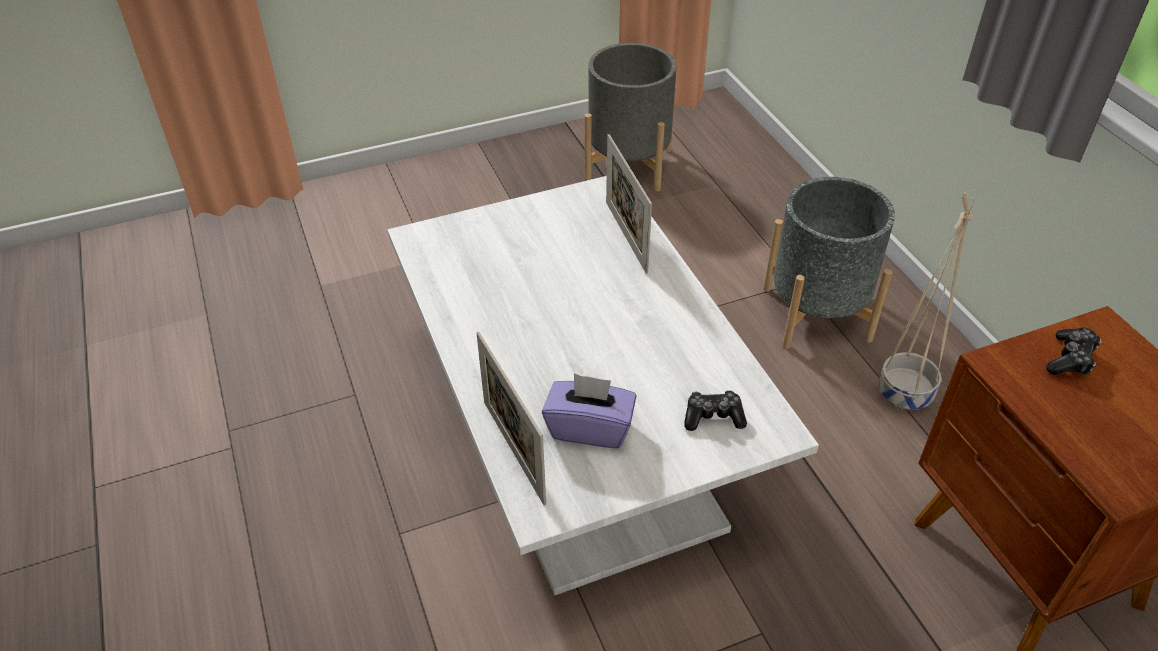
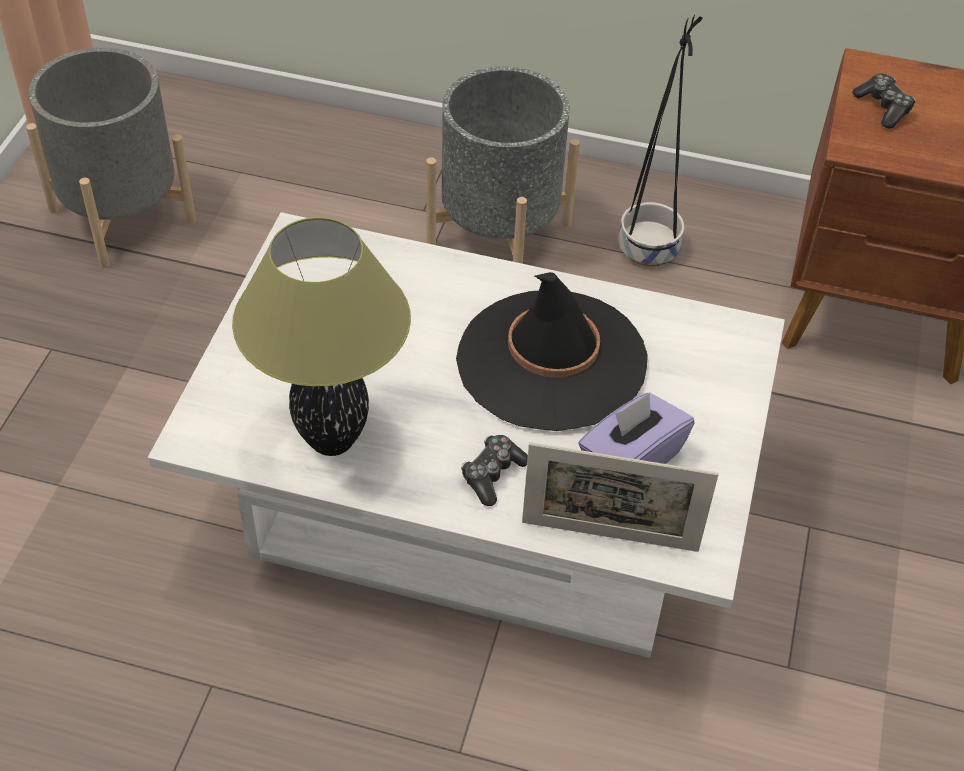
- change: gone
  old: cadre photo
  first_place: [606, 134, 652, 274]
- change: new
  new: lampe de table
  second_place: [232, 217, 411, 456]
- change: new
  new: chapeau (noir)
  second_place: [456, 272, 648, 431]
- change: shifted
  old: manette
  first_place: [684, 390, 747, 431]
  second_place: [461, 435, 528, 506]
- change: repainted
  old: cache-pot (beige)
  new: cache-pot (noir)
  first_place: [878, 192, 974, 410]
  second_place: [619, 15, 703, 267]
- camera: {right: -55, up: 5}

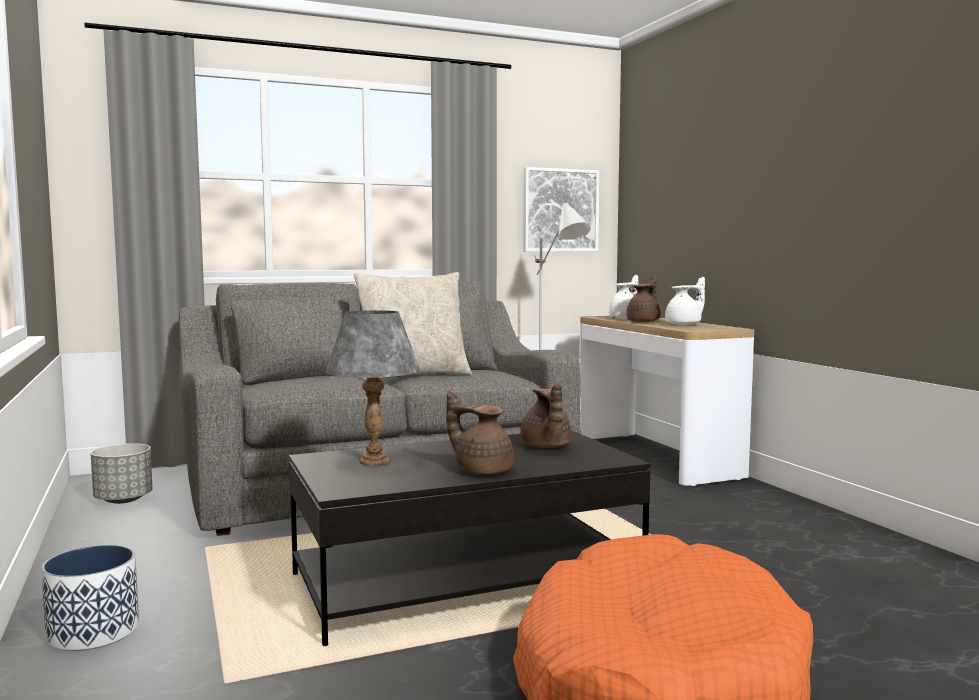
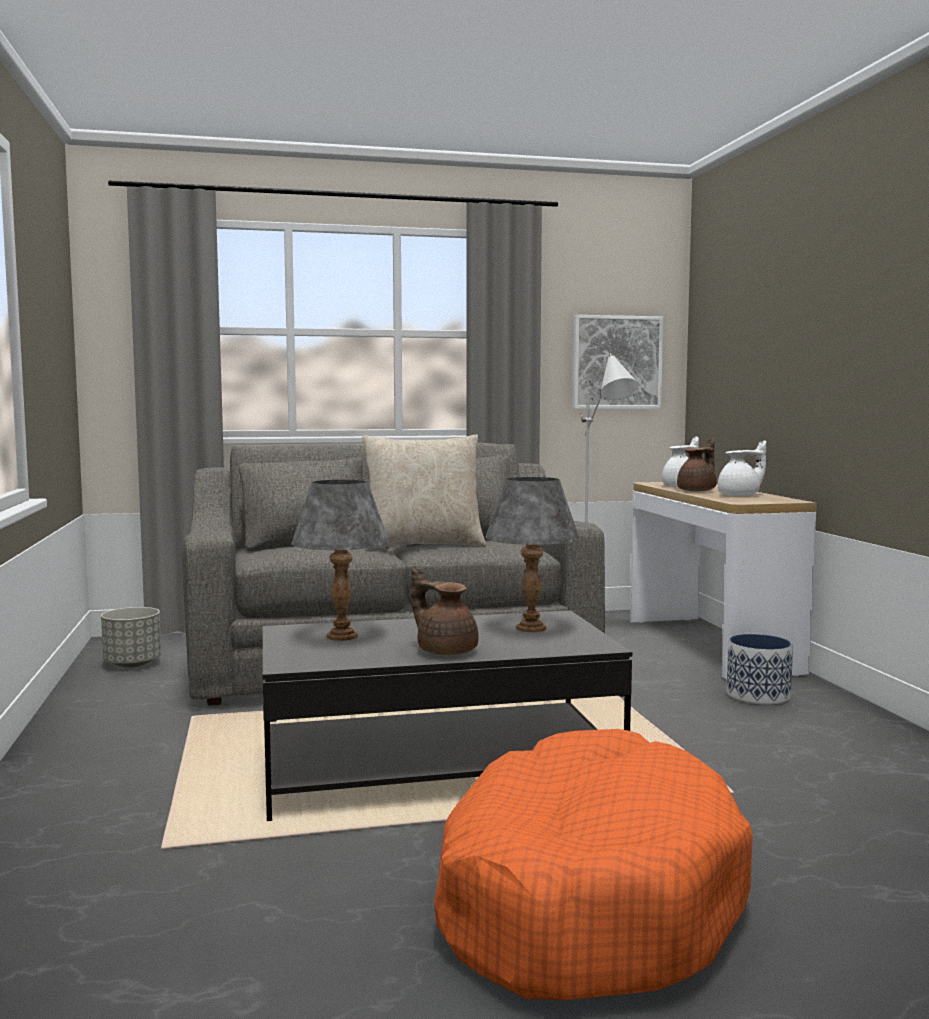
- change: shifted
  old: cache-pot
  first_place: [41, 545, 139, 651]
  second_place: [727, 634, 793, 705]
- change: swapped
  old: théière (marron)
  new: lampe de table (gris)
  first_place: [520, 383, 571, 448]
  second_place: [485, 477, 579, 632]
- camera: {right: 10, up: 0}

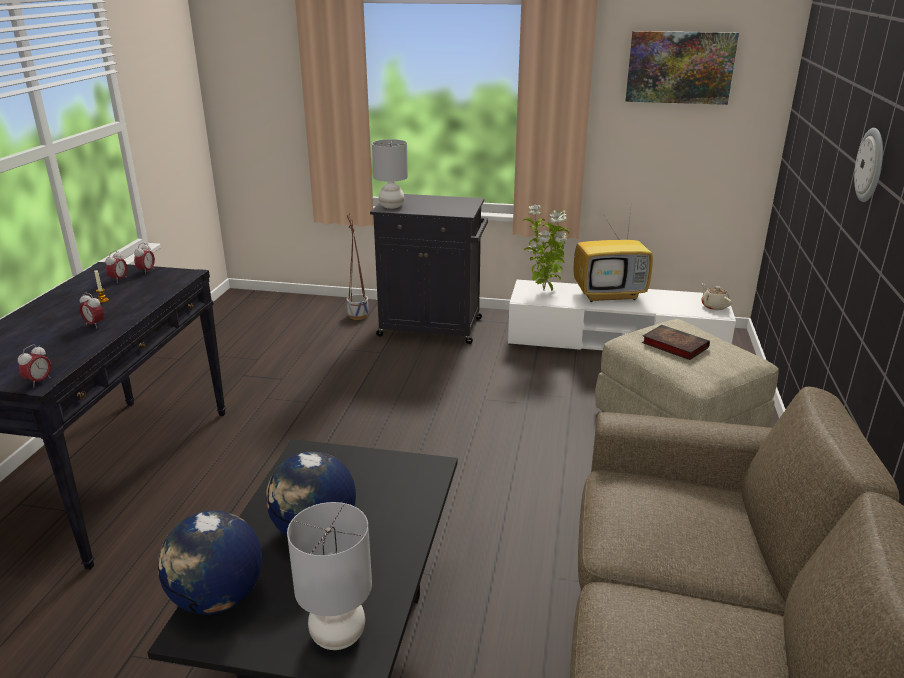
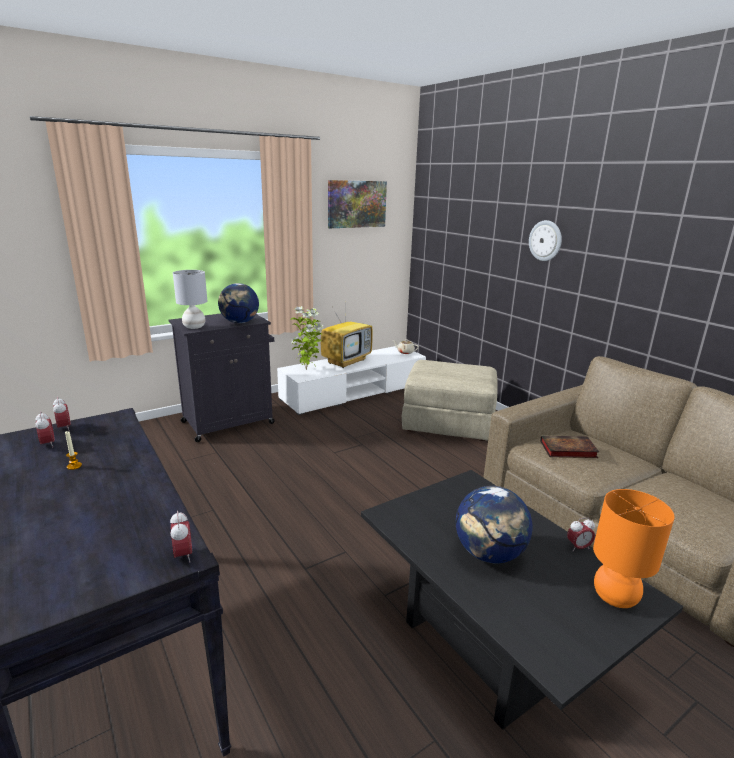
- change: gone
  old: cache-pot
  first_place: [347, 213, 369, 320]
- change: shifted
  old: réveil
  first_place: [80, 292, 104, 328]
  second_place: [567, 517, 595, 551]
- change: shifted
  old: globe
  first_place: [158, 510, 262, 614]
  second_place: [218, 283, 259, 323]
- change: shifted
  old: livre
  first_place: [642, 325, 710, 360]
  second_place: [540, 435, 599, 458]
- change: repainted
  old: lampe de table (gris)
  new: lampe de table (orange)
  first_place: [287, 502, 372, 650]
  second_place: [593, 489, 675, 608]
- camera: {right: -45, up: -5}

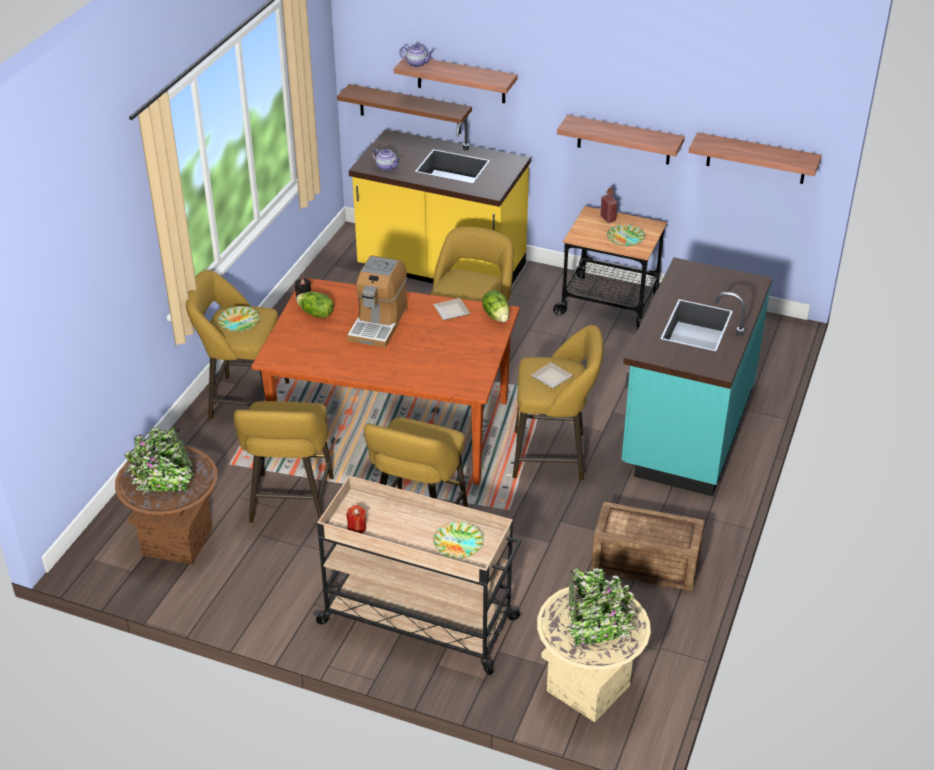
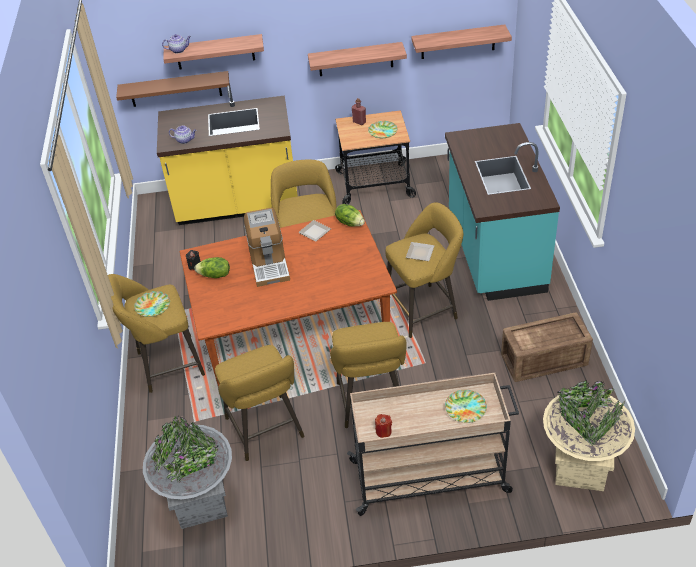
- change: repainted
  old: cache-pot (marron)
  new: cache-pot (gris)
  first_place: [115, 427, 218, 565]
  second_place: [143, 416, 232, 529]
- camera: {right: -25, up: 5}

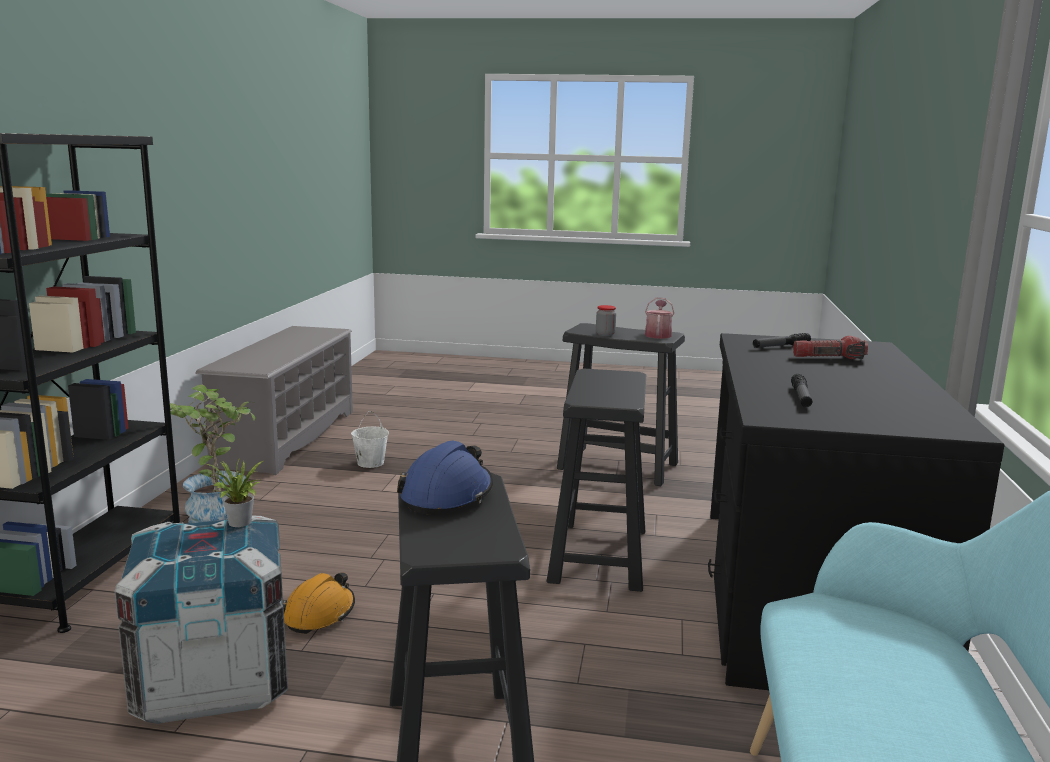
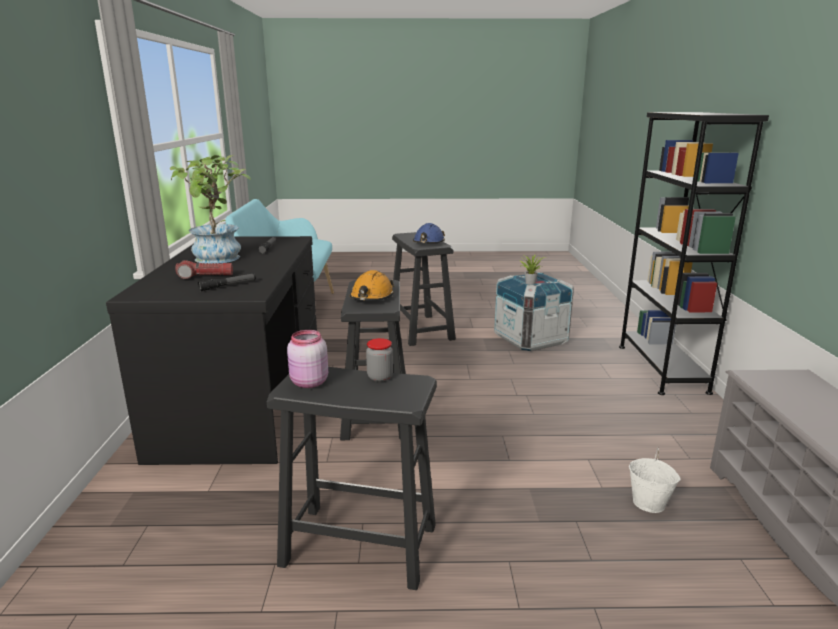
- change: shifted
  old: plante en pot
  first_place: [170, 384, 255, 523]
  second_place: [170, 155, 251, 263]
- change: shifted
  old: casque de chantier (orange)
  first_place: [283, 573, 355, 634]
  second_place: [350, 270, 394, 300]
- change: swapped
  old: arrosoir
  new: bocal (rose)
  first_place: [645, 298, 674, 339]
  second_place: [287, 330, 328, 388]
- camera: {right: 170, up: 5}

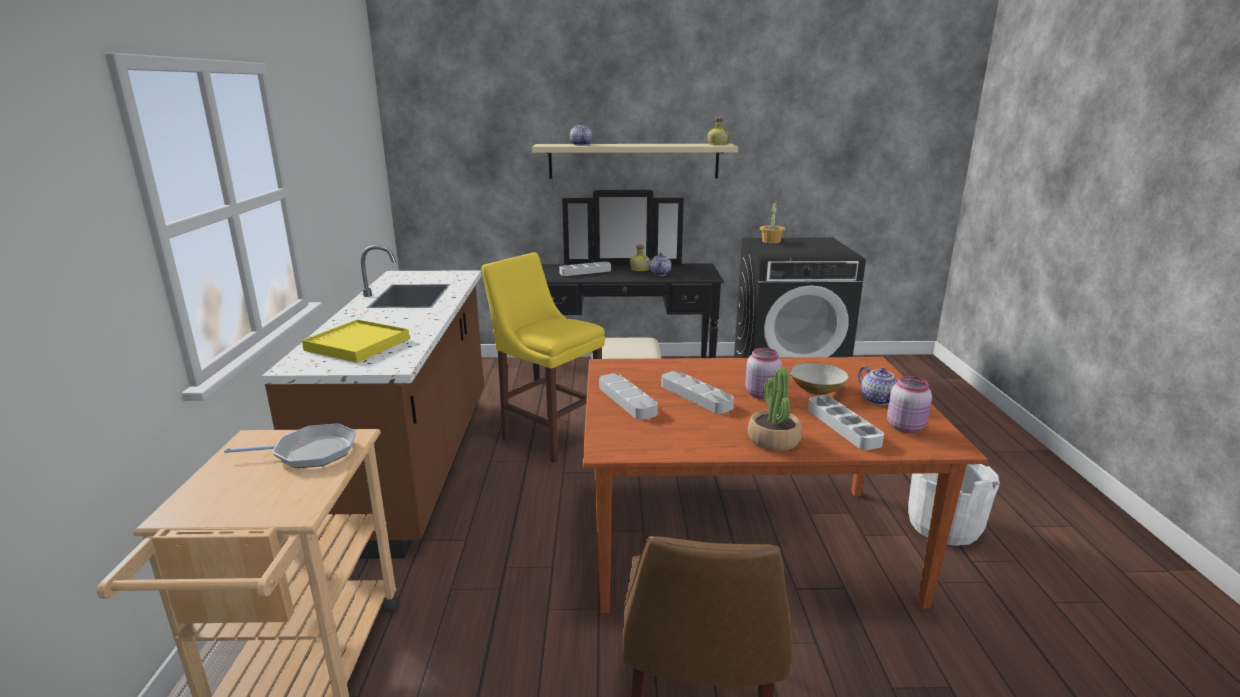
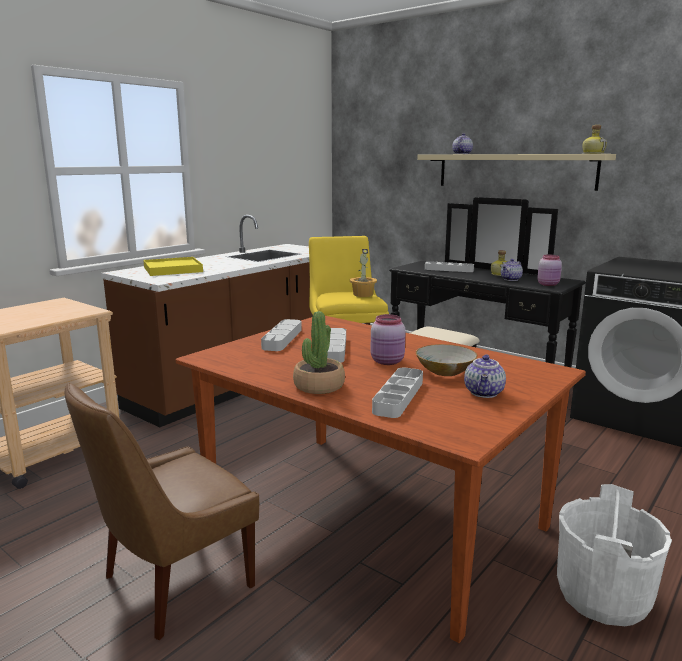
- change: gone
  old: poêle
  first_place: [224, 424, 356, 468]
- change: shifted
  old: plante en pot
  first_place: [760, 199, 785, 244]
  second_place: [350, 249, 377, 297]
- change: shifted
  old: bocal (rose)
  first_place: [887, 376, 932, 433]
  second_place: [537, 255, 562, 286]
- camera: {right: 40, up: -5}

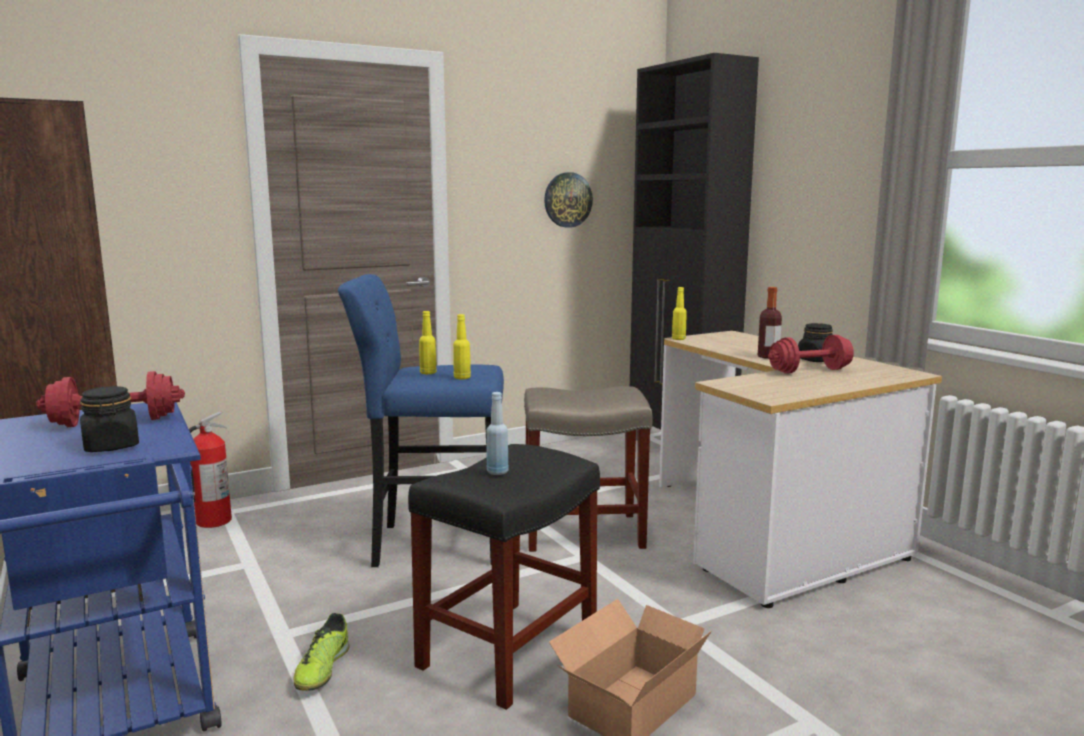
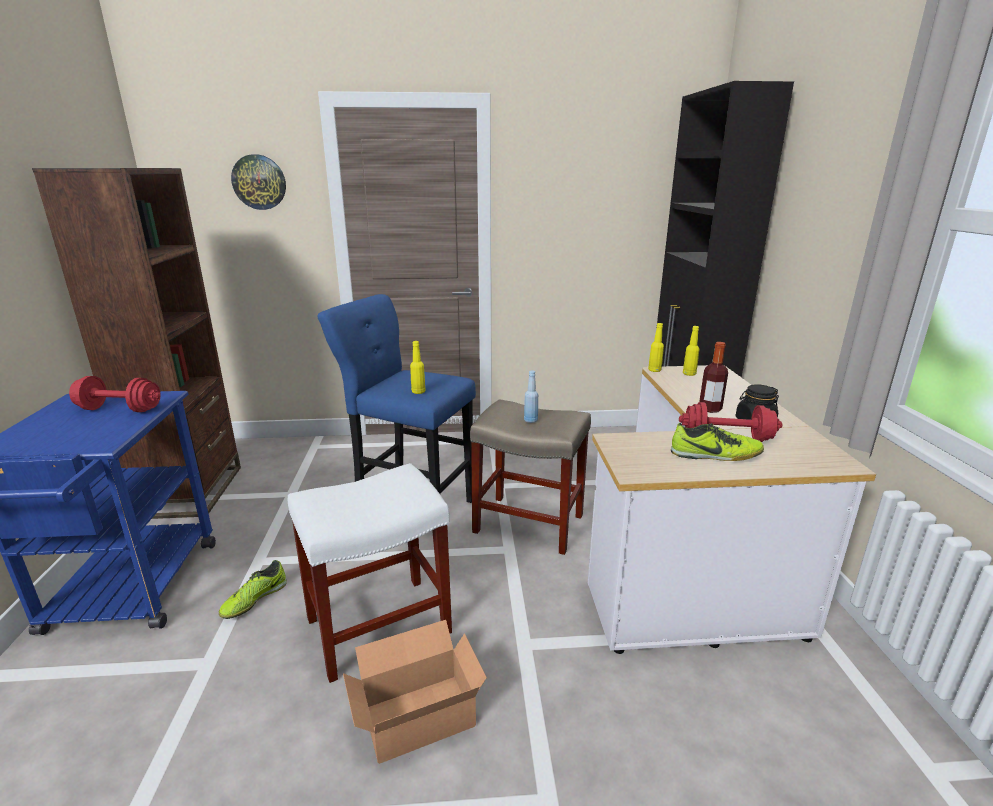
- change: gone
  old: bocal (noir)
  first_place: [80, 386, 139, 452]
- change: gone
  old: extincteur
  first_place: [189, 411, 232, 528]
- change: new
  new: chaussure
  second_place: [671, 423, 764, 461]
- change: shifted
  old: bouteille (jaune)
  first_place: [419, 311, 437, 374]
  second_place: [683, 326, 700, 376]
- change: shifted
  old: bouteille (bleu)
  first_place: [486, 392, 509, 475]
  second_place: [524, 370, 538, 423]
- change: shifted
  old: horloge murale
  first_place: [544, 172, 593, 228]
  second_place: [231, 154, 286, 210]
- change: repainted
  old: tabouret (noir)
  new: tabouret (blanc)
  first_place: [408, 444, 600, 710]
  second_place: [288, 463, 452, 683]
- camera: {right: 25, up: 10}

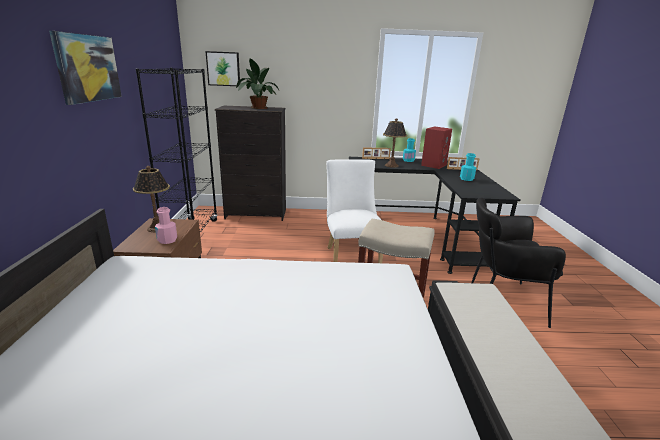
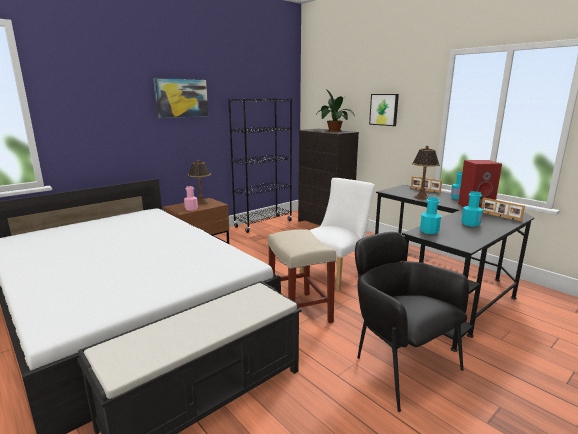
- change: new
  new: bouteille (turquoise)
  second_place: [420, 197, 441, 234]
- change: shifted
  old: tableau
  first_place: [205, 51, 240, 86]
  second_place: [369, 94, 399, 126]
- camera: {right: 50, up: -5}

